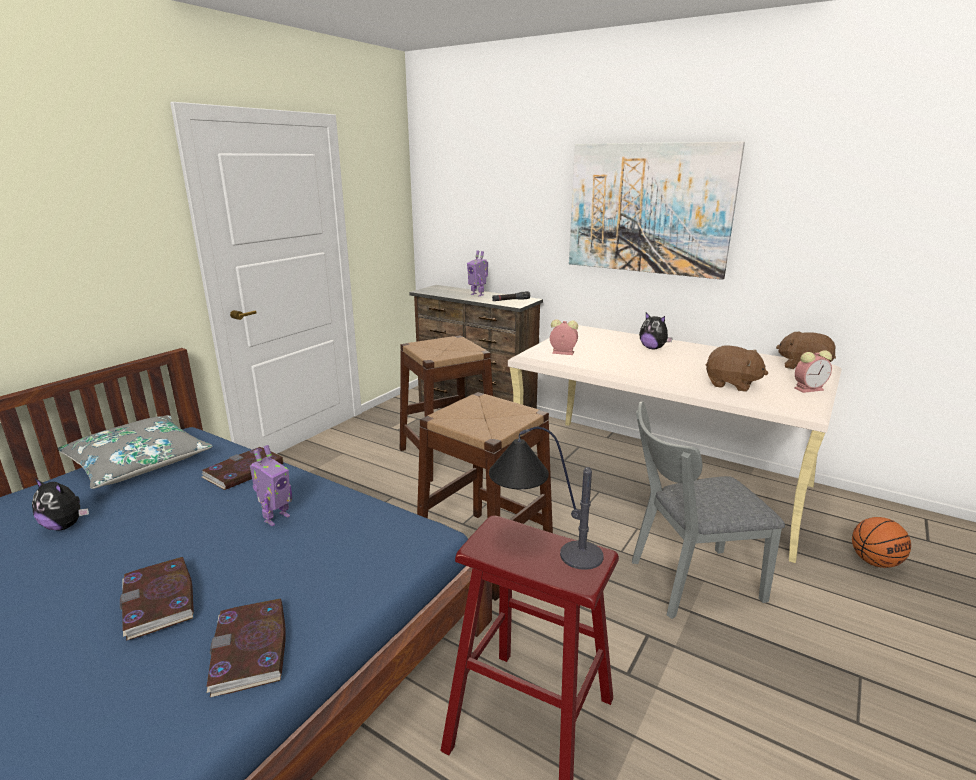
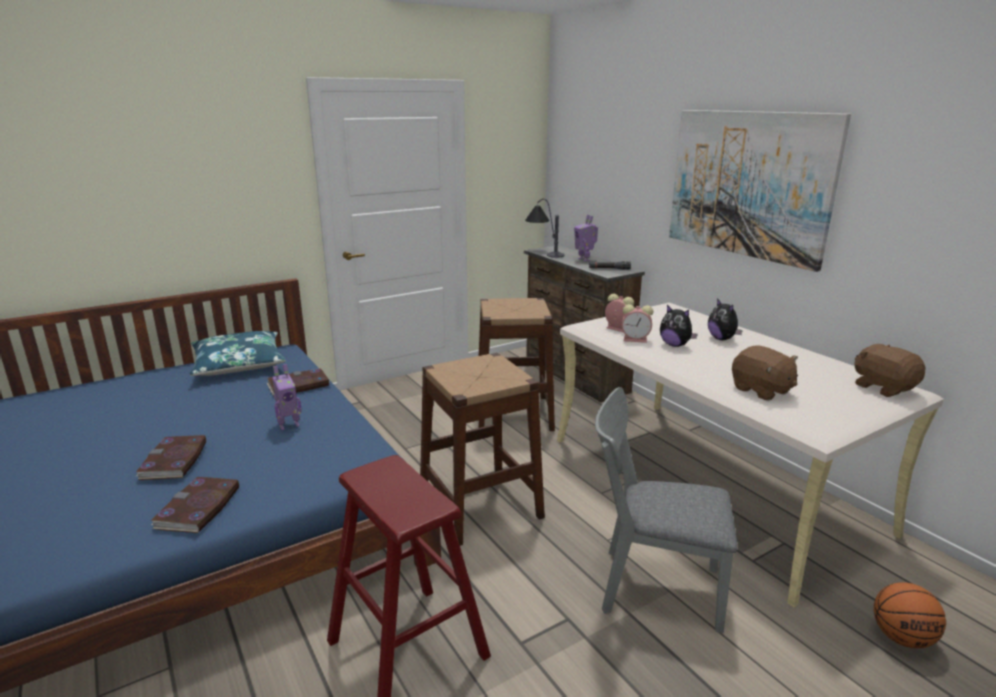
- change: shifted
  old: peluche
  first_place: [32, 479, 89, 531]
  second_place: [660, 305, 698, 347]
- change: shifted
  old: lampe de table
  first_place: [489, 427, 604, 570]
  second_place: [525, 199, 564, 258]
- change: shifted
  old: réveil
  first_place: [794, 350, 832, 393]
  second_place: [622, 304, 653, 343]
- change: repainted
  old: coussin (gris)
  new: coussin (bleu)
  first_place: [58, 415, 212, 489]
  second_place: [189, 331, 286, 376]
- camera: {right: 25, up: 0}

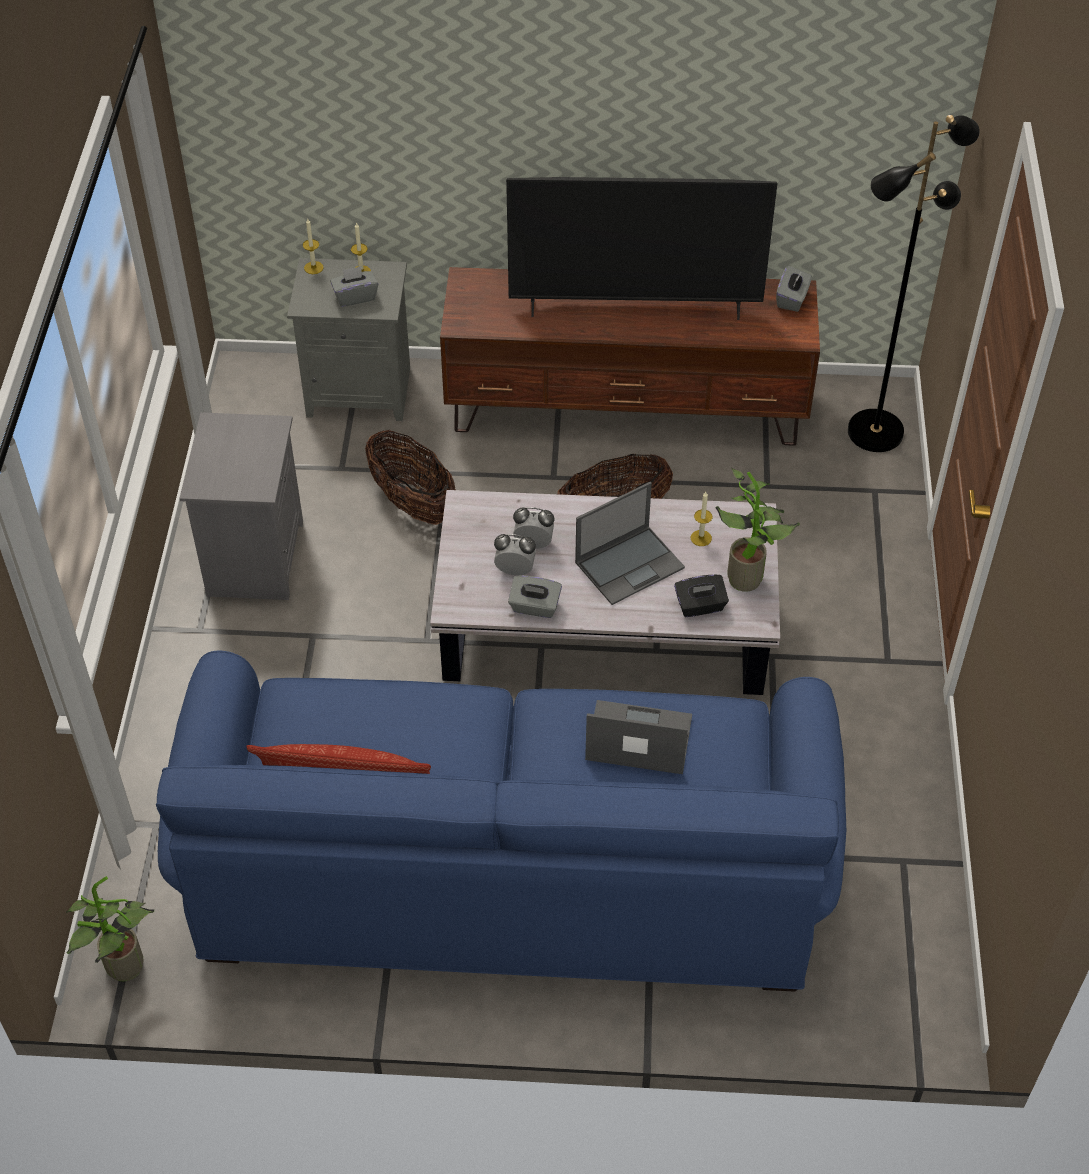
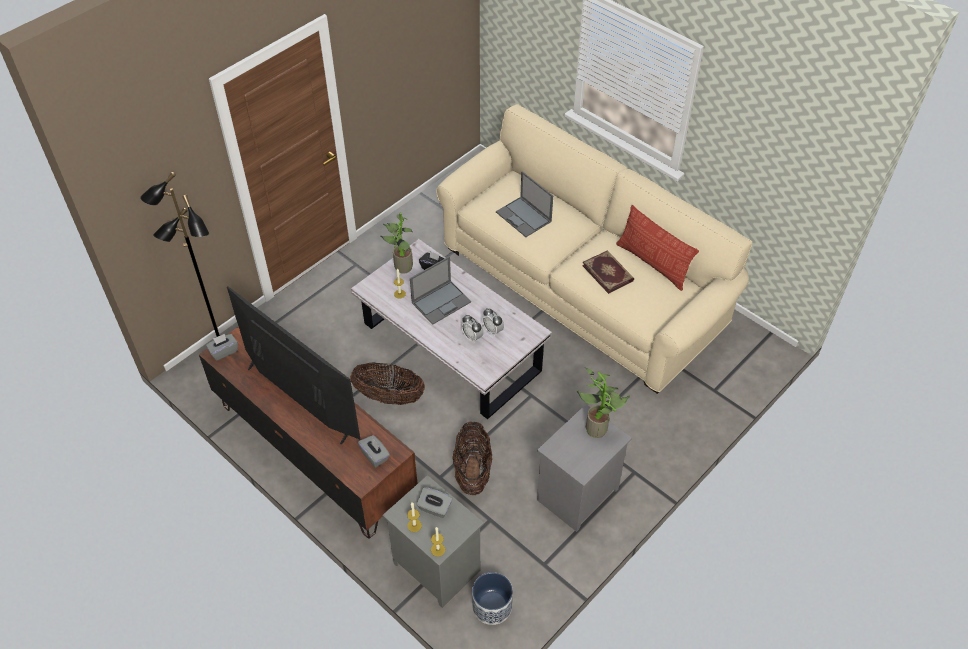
- change: new
  new: cache-pot
  second_place: [472, 572, 513, 625]
- change: new
  new: livre
  second_place: [582, 250, 634, 294]
- change: shifted
  old: plante en pot
  first_place: [66, 876, 154, 982]
  second_place: [577, 368, 630, 438]
- change: shifted
  old: boîte à mouchoirs (gris)
  first_place: [508, 575, 562, 618]
  second_place: [358, 435, 390, 468]
- change: repainted
  old: canapé (bleu)
  new: canapé (beige)
  first_place: [156, 651, 846, 992]
  second_place: [436, 104, 752, 394]
- change: rotated
  old: ordinateur portable
  first_place: [575, 482, 685, 605]
  second_place: [410, 256, 471, 325]
  degrees: 135
- camera: {right: -140, up: 0}

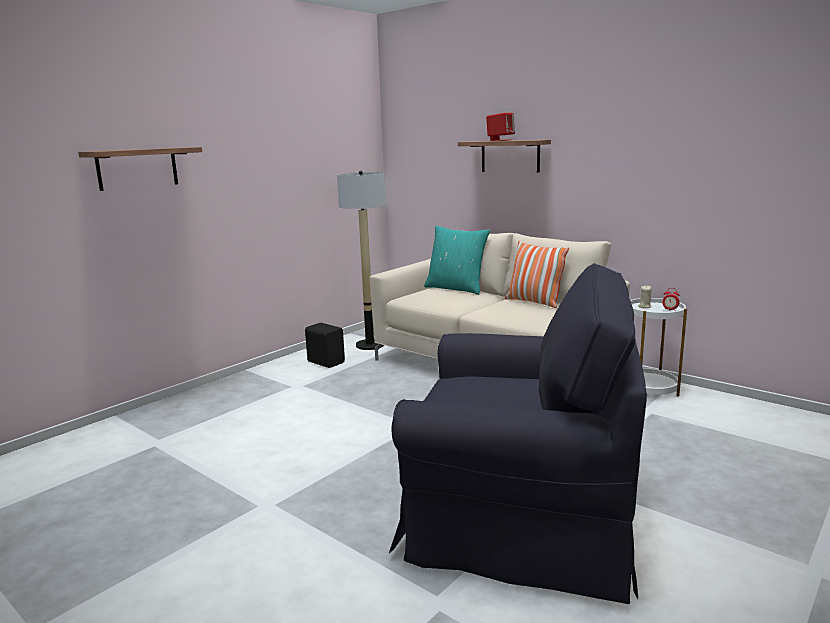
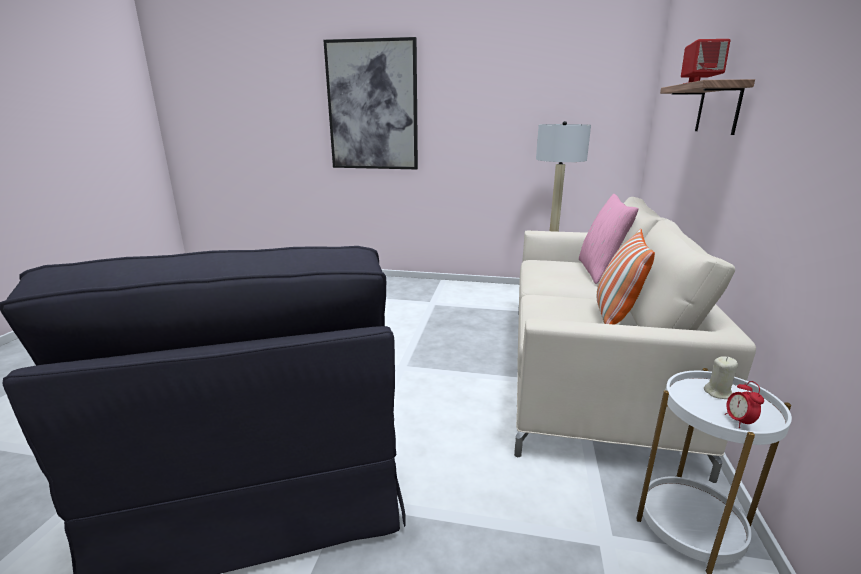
- change: gone
  old: enceinte (noir)
  first_place: [305, 323, 345, 368]
- change: swapped
  old: étagère
  new: tableau
  first_place: [78, 147, 202, 191]
  second_place: [324, 37, 418, 169]
- change: repainted
  old: coussin (turquoise)
  new: coussin (rose)
  first_place: [424, 226, 490, 295]
  second_place: [579, 194, 639, 284]
- camera: {right: 60, up: 5}

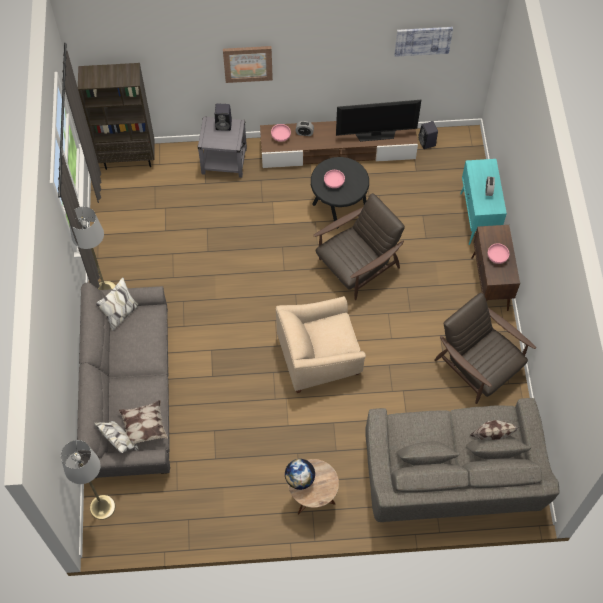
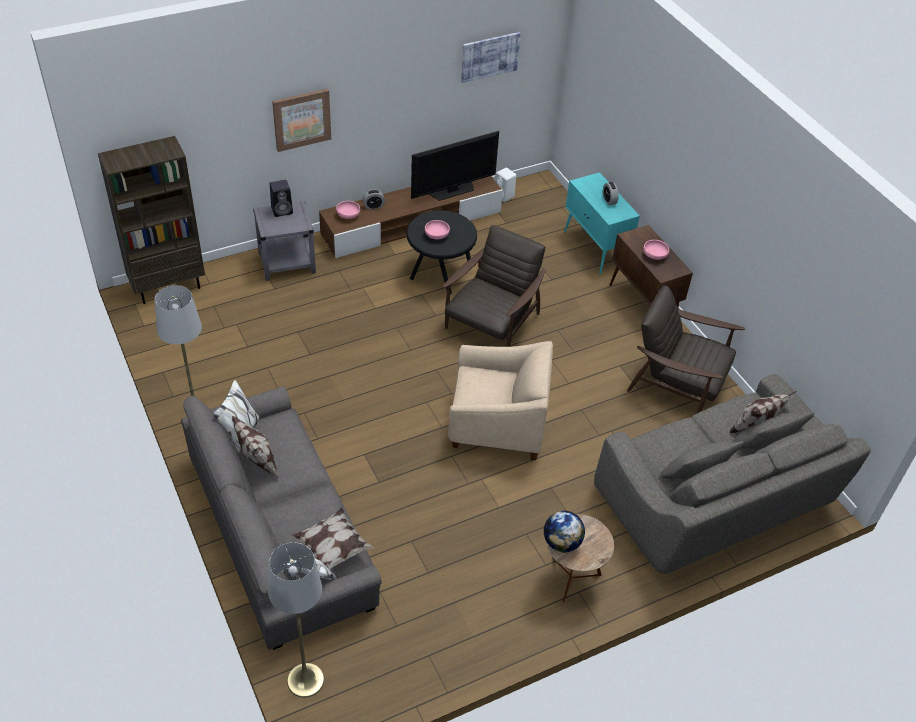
- change: new
  new: coussin
  second_place: [232, 416, 278, 477]
- change: repainted
  old: enceinte (noir)
  new: enceinte (blanc)
  first_place: [419, 121, 438, 149]
  second_place: [495, 167, 516, 202]
- change: rotated
  old: fauteuil (beige)
  first_place: [276, 296, 366, 393]
  second_place: [448, 341, 553, 460]
  degrees: -135
- camera: {right: -25, up: -15}

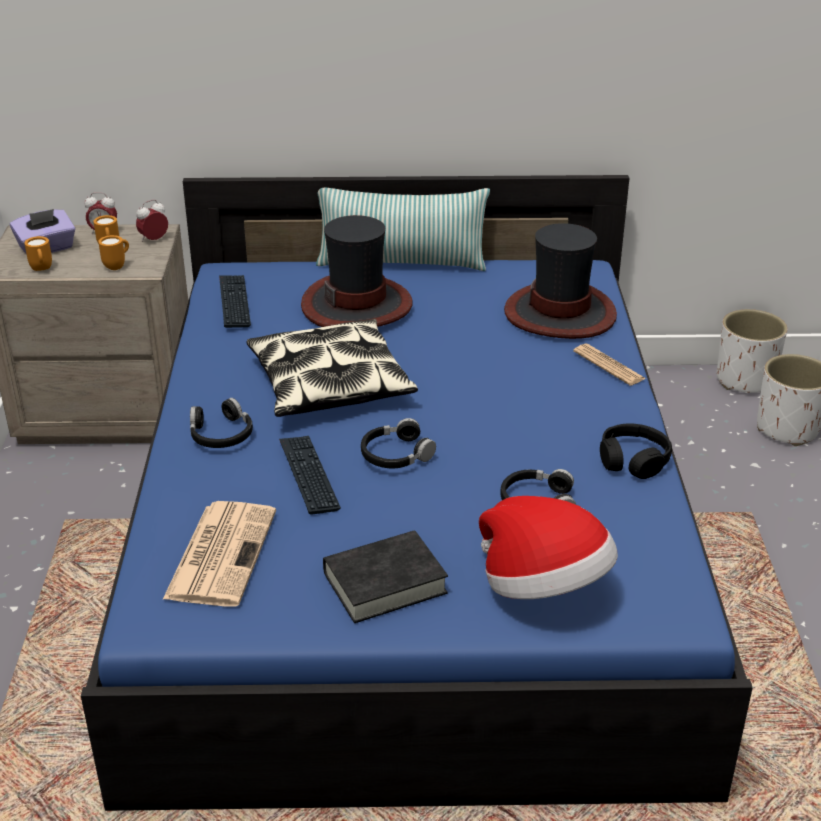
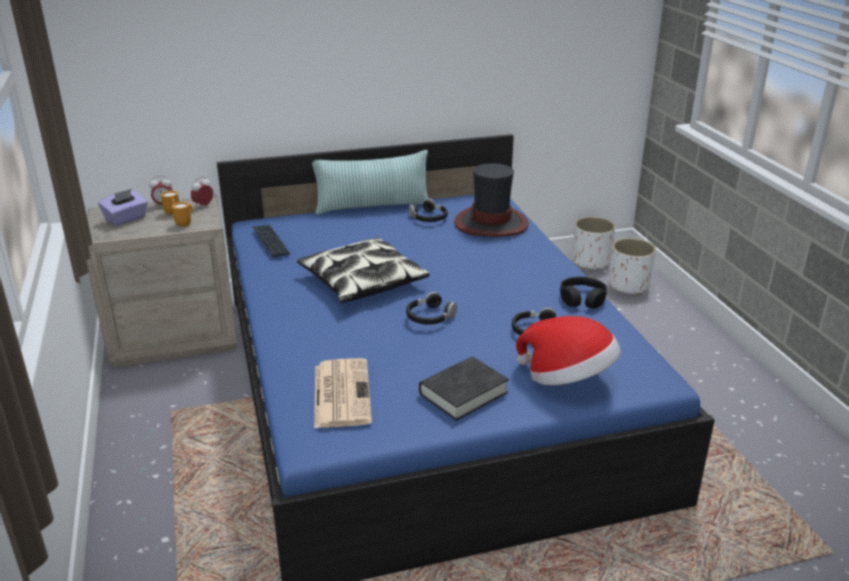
- change: gone
  old: mug (orange)
  first_place: [24, 236, 52, 271]
- change: gone
  old: clavier
  first_place: [279, 436, 341, 515]
- change: gone
  old: chapeau
  first_place: [301, 215, 413, 327]
- change: gone
  old: journal
  first_place: [573, 344, 646, 386]
- change: shifted
  old: casque audio (noir)
  first_place: [190, 398, 253, 448]
  second_place: [409, 199, 448, 222]
- camera: {right: -15, up: -5}

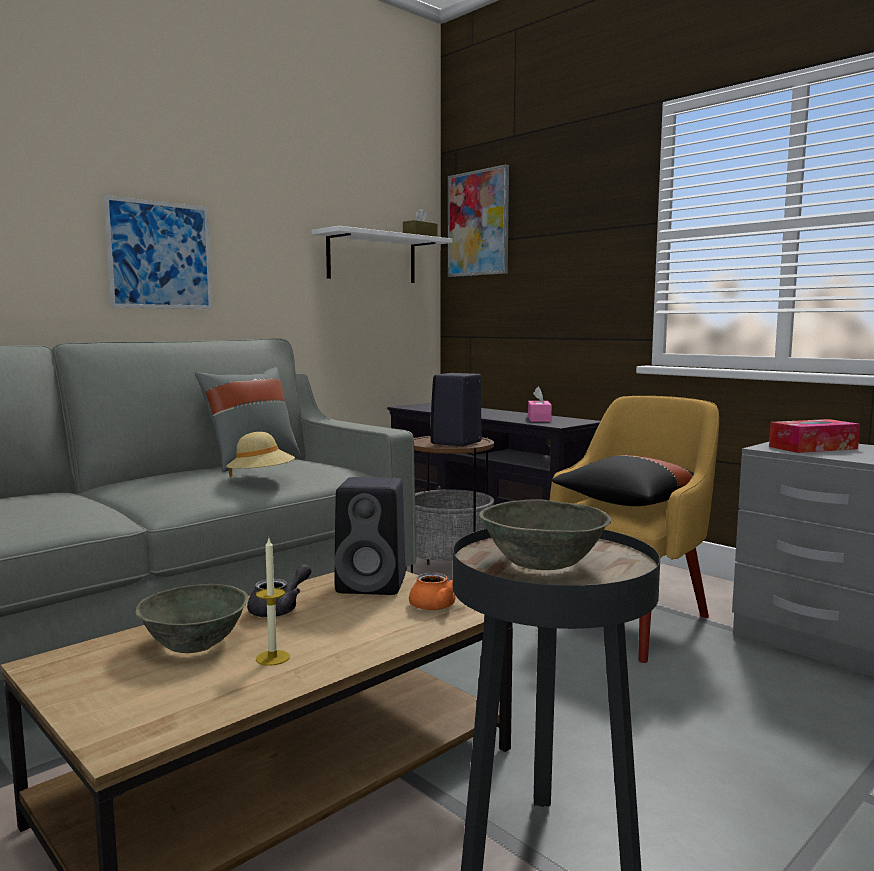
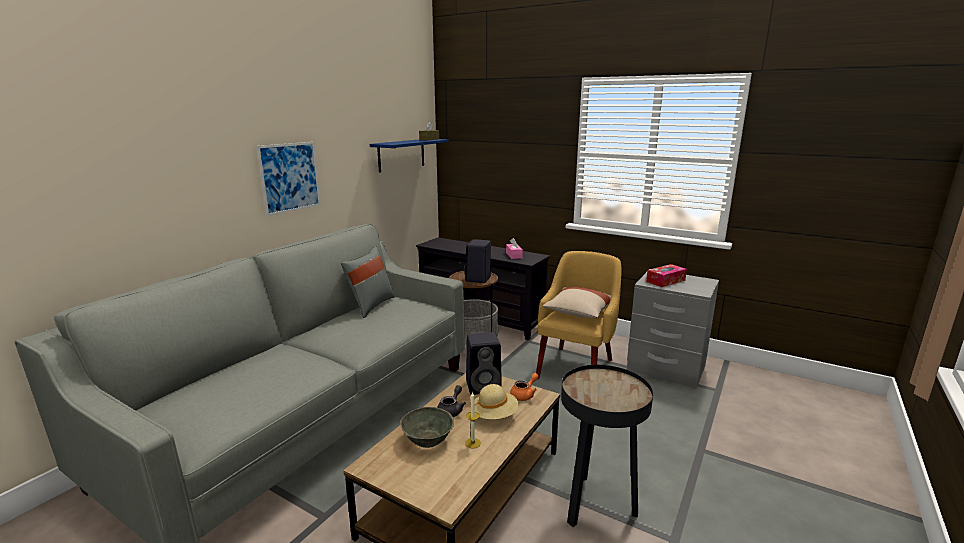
- change: gone
  old: tableau
  first_place: [448, 164, 509, 277]
- change: gone
  old: bol (gris)
  first_place: [479, 499, 612, 570]
- change: shifted
  old: chapeau (beige)
  first_place: [226, 432, 295, 477]
  second_place: [474, 384, 519, 419]
- change: repainted
  old: étagère (blanc)
  new: étagère (bleu)
  first_place: [312, 226, 453, 283]
  second_place: [370, 139, 449, 173]
- change: repainted
  old: coussin (noir)
  new: coussin (beige)
  first_place: [552, 455, 694, 506]
  second_place: [543, 287, 611, 318]
- camera: {right: -15, up: 10}

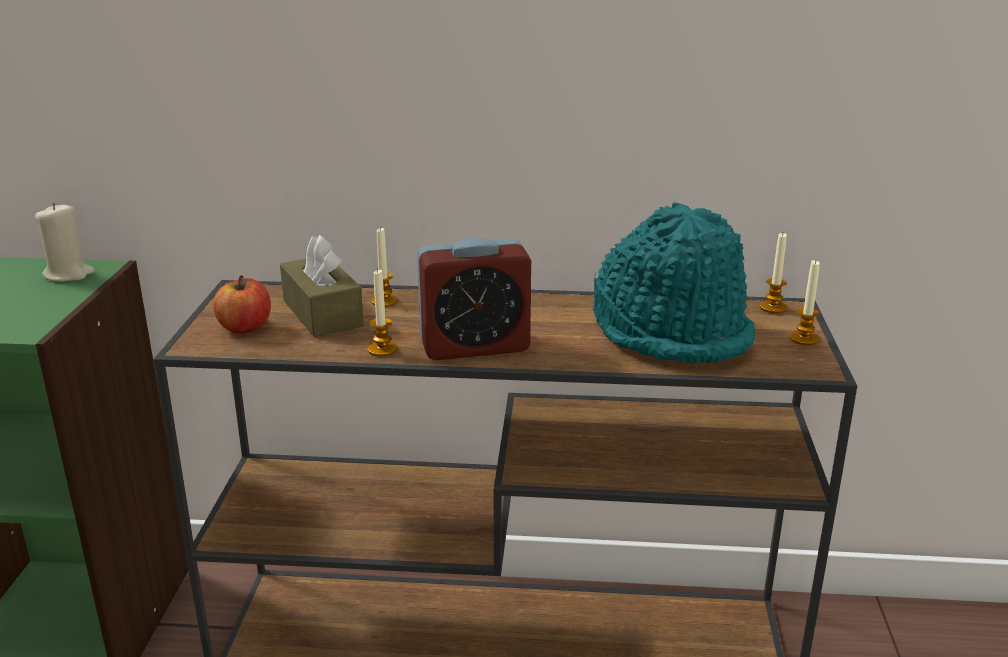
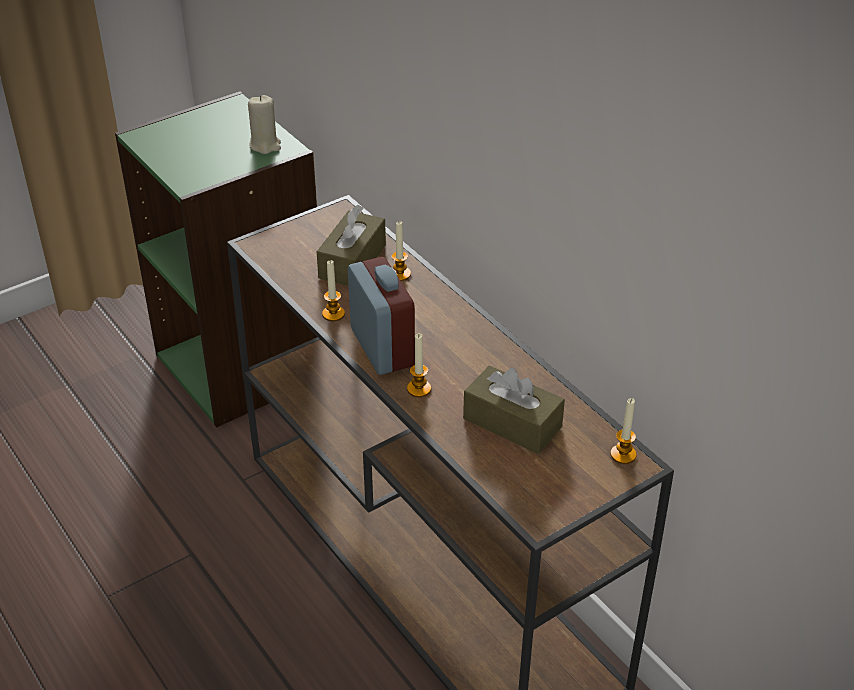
- change: gone
  old: pomme
  first_place: [213, 275, 271, 333]
- change: shifted
  old: bougie
  first_place: [789, 260, 820, 345]
  second_place: [407, 333, 431, 397]
- change: swapped
  old: chapeau (turquoise)
  new: boîte à mouchoirs (marron)
  first_place: [593, 202, 755, 363]
  second_place: [463, 365, 565, 454]
- change: rotated
  old: réveil
  first_place: [417, 237, 531, 360]
  second_place: [348, 257, 415, 375]
  degrees: -150
- camera: {right: 50, up: 15}

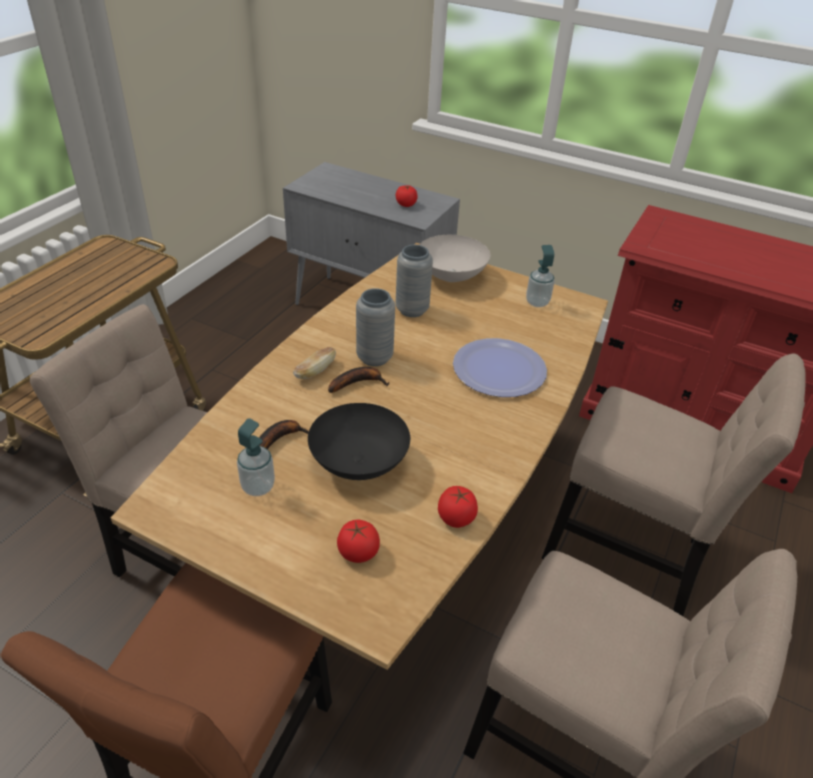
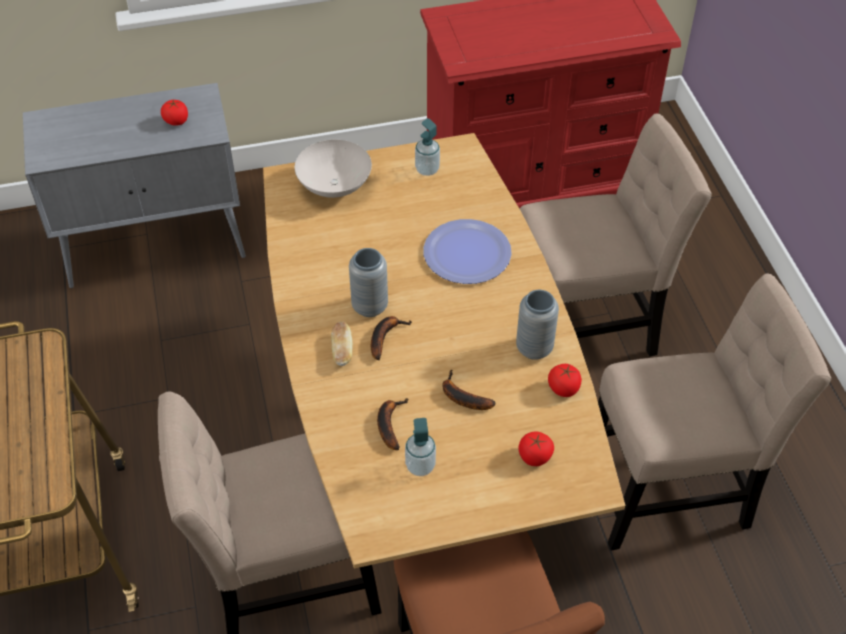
- change: shifted
  old: vase (gris)
  first_place: [395, 245, 433, 317]
  second_place: [516, 290, 559, 360]
- change: swapped
  old: bol (noir)
  new: banane
  first_place: [308, 403, 410, 480]
  second_place: [442, 370, 496, 410]
- camera: {right: -40, up: 10}

